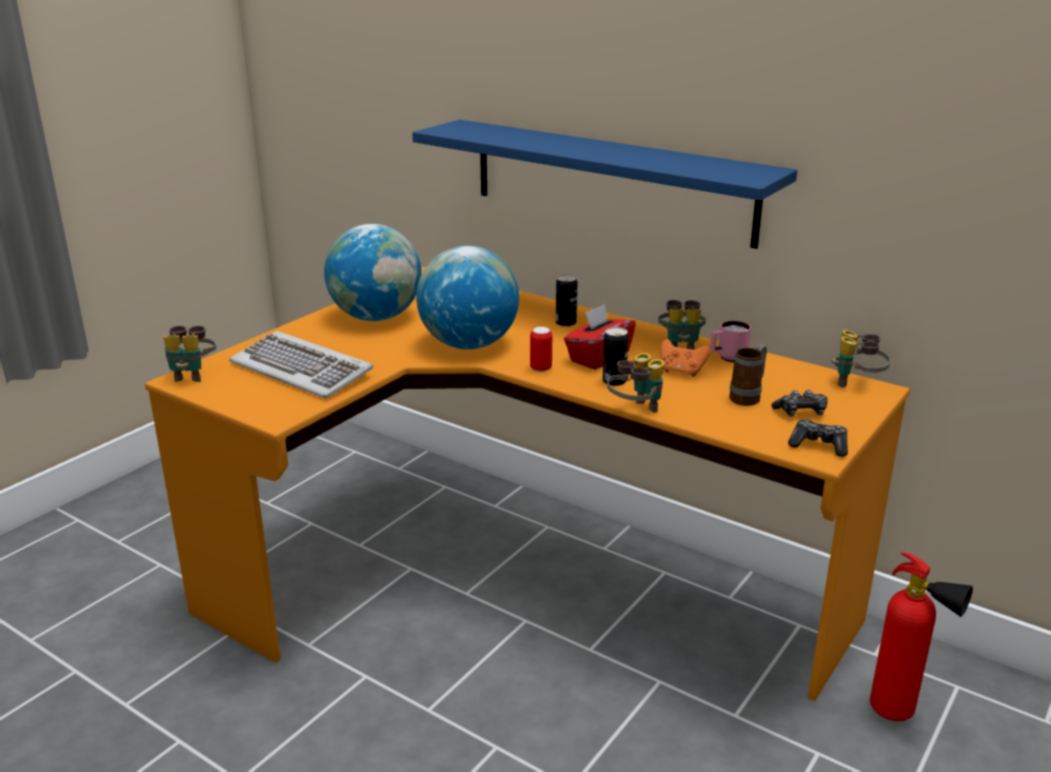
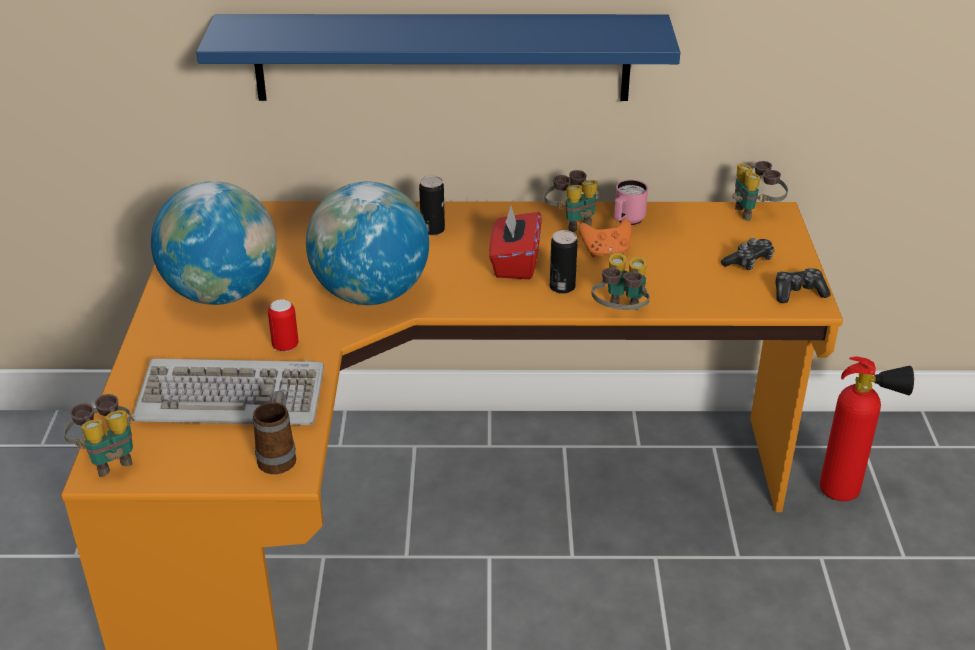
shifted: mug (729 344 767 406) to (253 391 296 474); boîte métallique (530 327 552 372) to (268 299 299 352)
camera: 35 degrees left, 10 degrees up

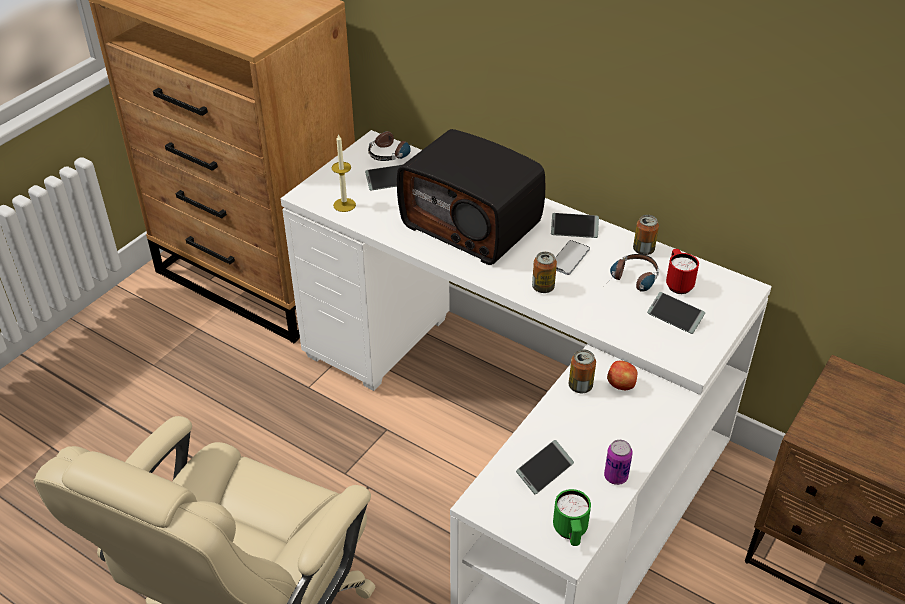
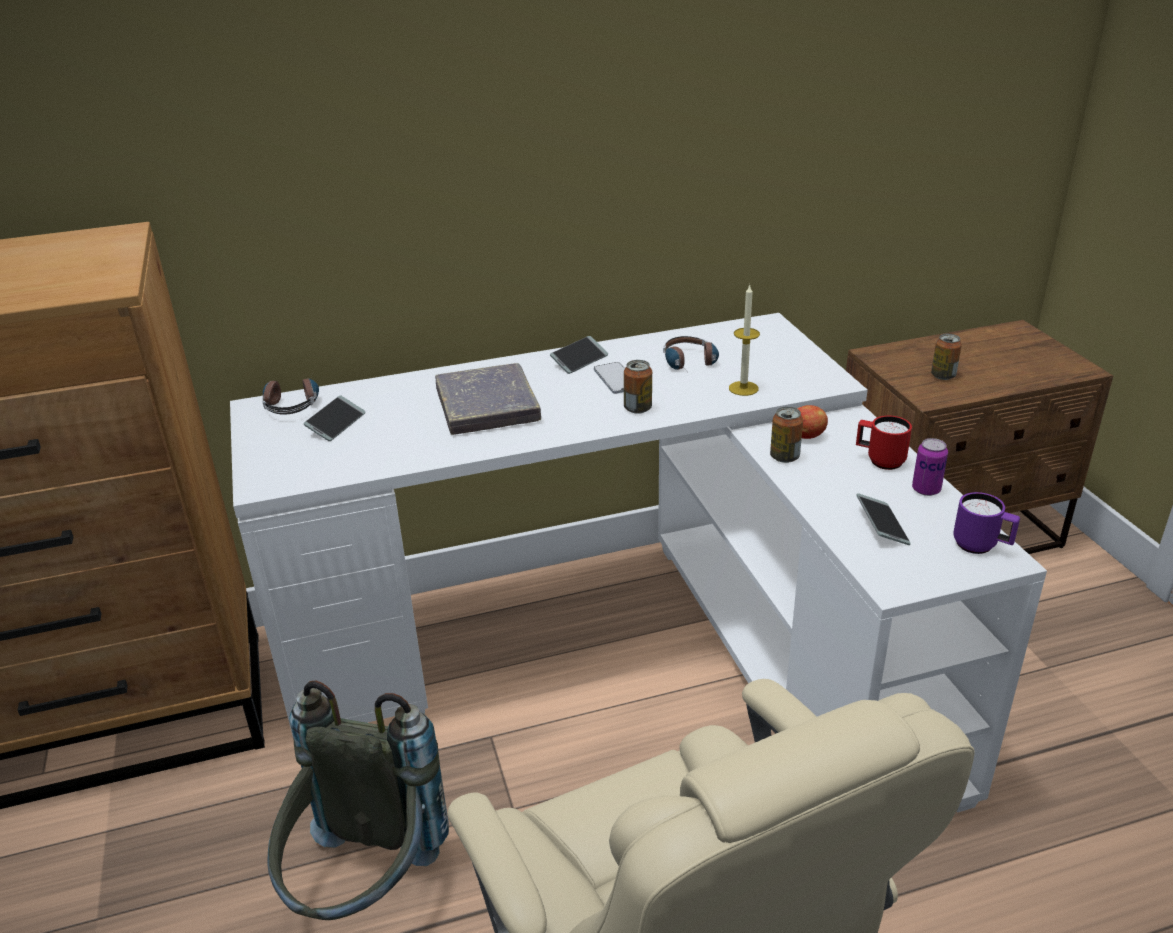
gone: téléphone (647 292 705 334)
new: sac à dos (gris) (267 681 449 920)
shifted: bougie (332 134 356 212) to (729 284 760 396); mug (rouge) (666 249 699 294) to (856 416 912 470); boîte métallique (633 215 659 255) to (931 334 962 380)
swapped: radio (397 129 545 265) to livre (gris) (435 363 541 435)
repainted: mug (vert) (553 489 591 546) to mug (violet) (953 492 1020 554)
camera: 50 degrees left, 10 degrees down

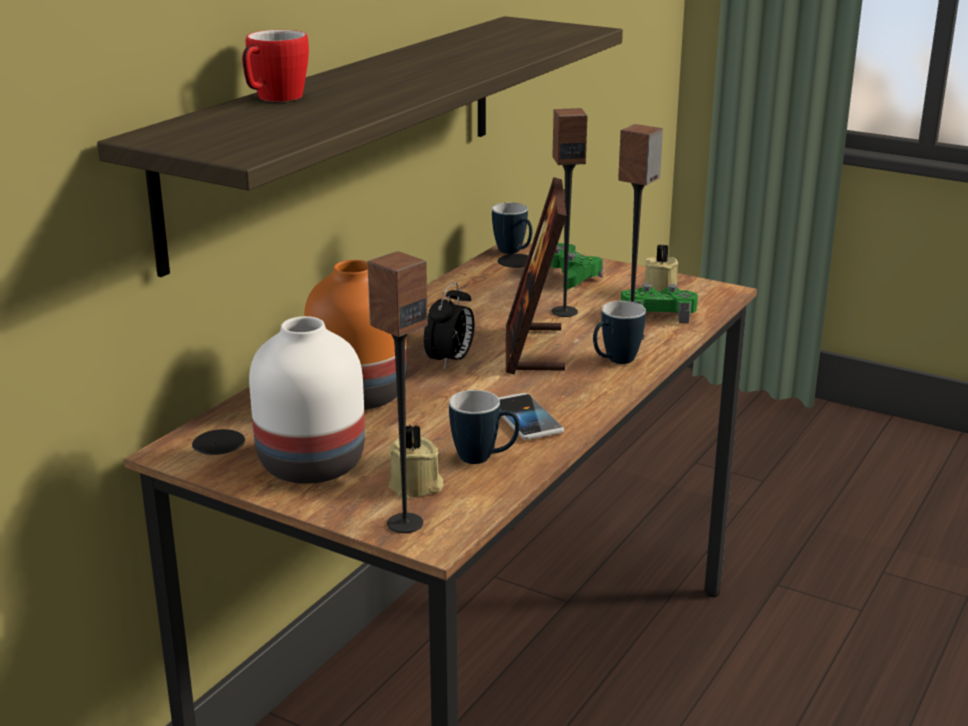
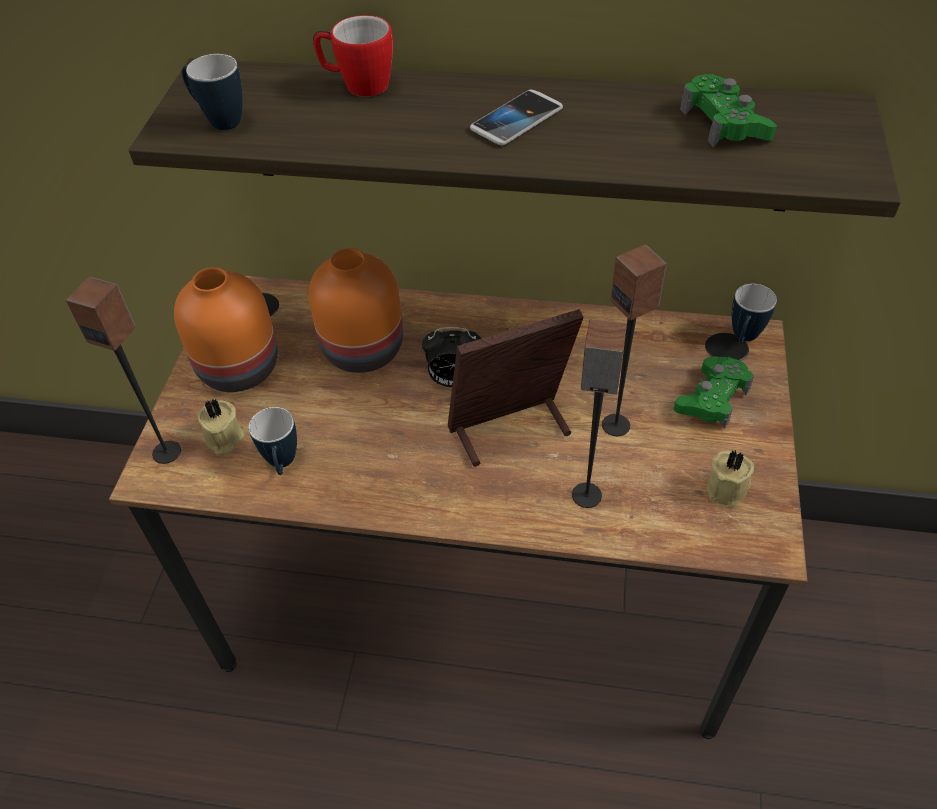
shifted: mug (593 301 646 364) to (182 54 243 130); téléphone (499 393 564 440) to (470 90 563 145); manette (vert) (621 283 698 324) to (680 74 777 147)
repainted: vase (blanc) (249 316 365 484) to vase (orange) (174 267 278 392)
camera: 70 degrees right, 25 degrees up

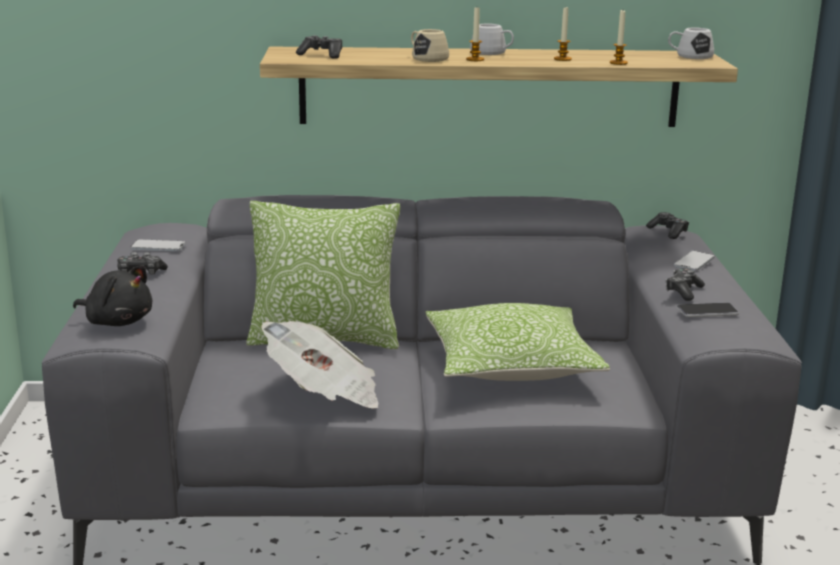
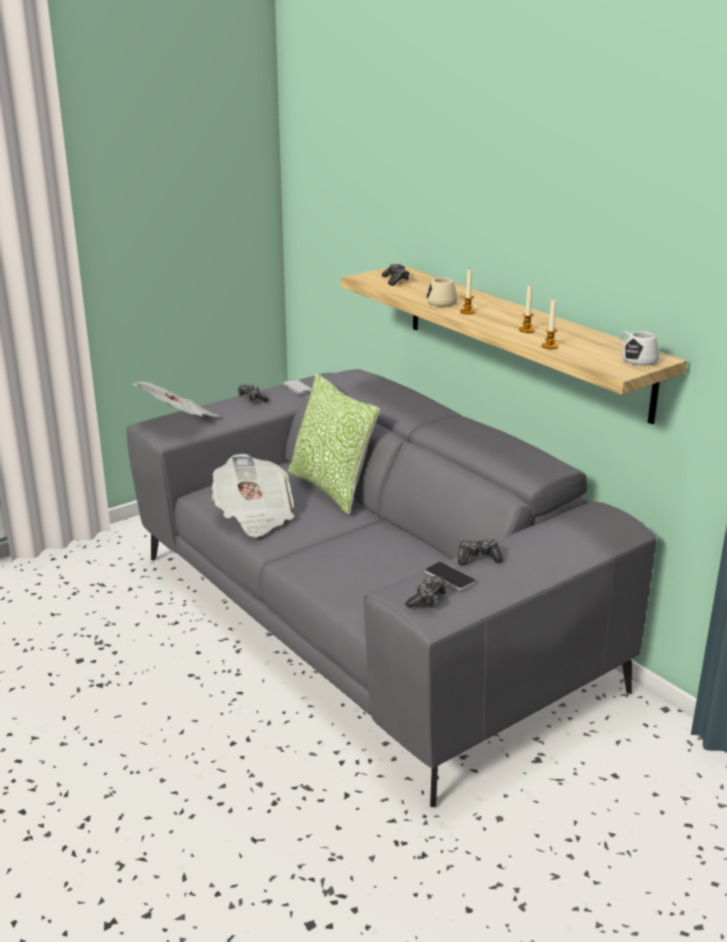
gone: coussin (425 303 610 381); mug (blanc) (470 24 514 55); téléphone (674 251 715 271)
shifted: manette (646 212 689 239) to (405 576 448 608)
swapped: peluche (noir) (73 265 152 326) to journal (133 382 220 417)
camera: 55 degrees right, 5 degrees up

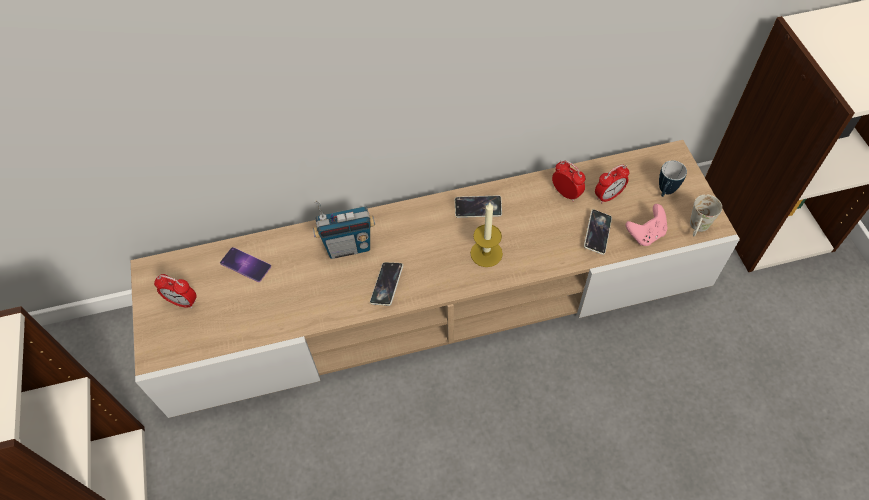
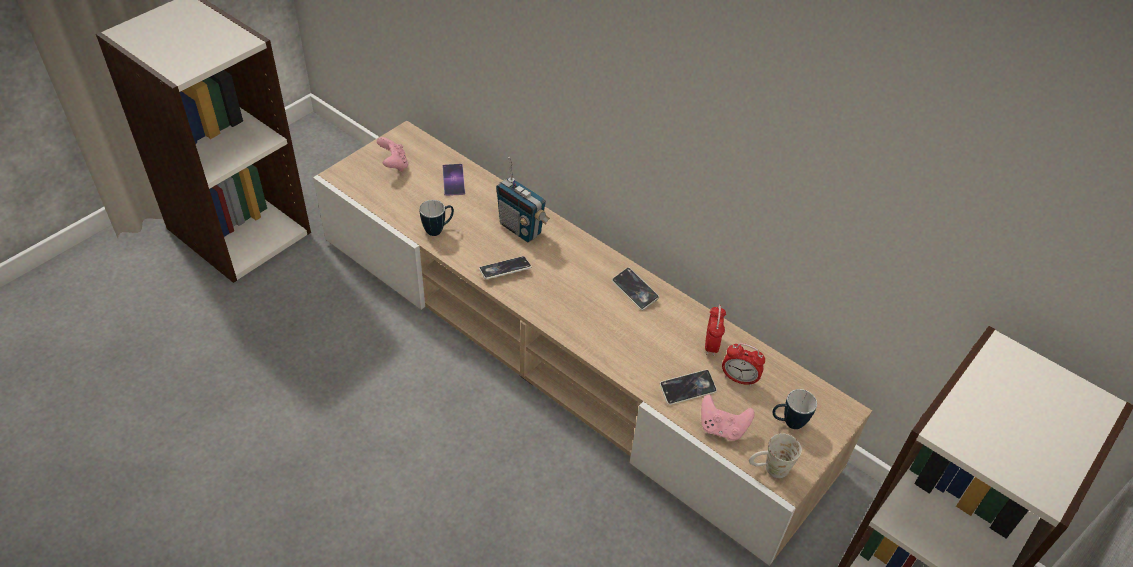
gone: bougie (470 203 503 267)
new: mug (419 200 454 236)
swapped: réveil (154 274 197 308) to manette (rose) (377 137 408 172)
camera: 50 degrees right, 10 degrees down

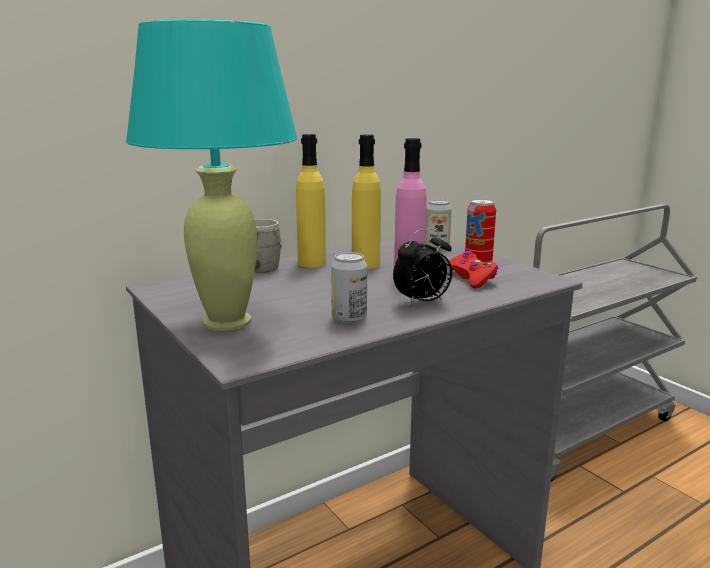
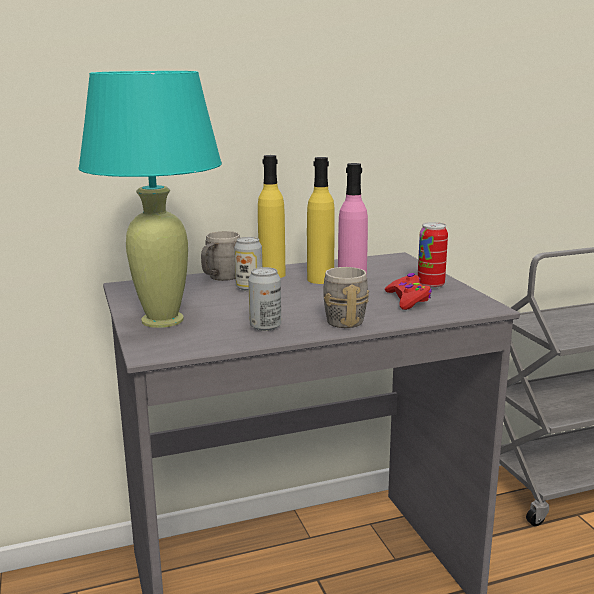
shifted: boîte métallique (425 200 452 249) to (234 237 262 291)
swapped: réveil (393 228 452 306) to mug (gris) (323 267 369 328)
camera: 15 degrees right, 0 degrees up

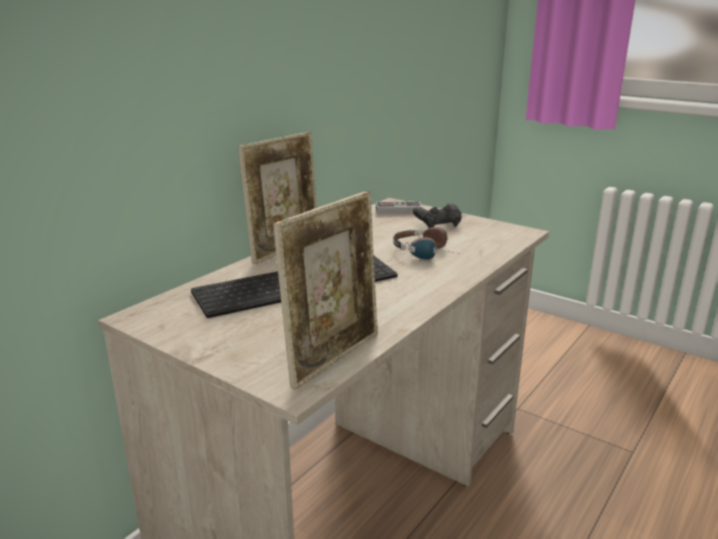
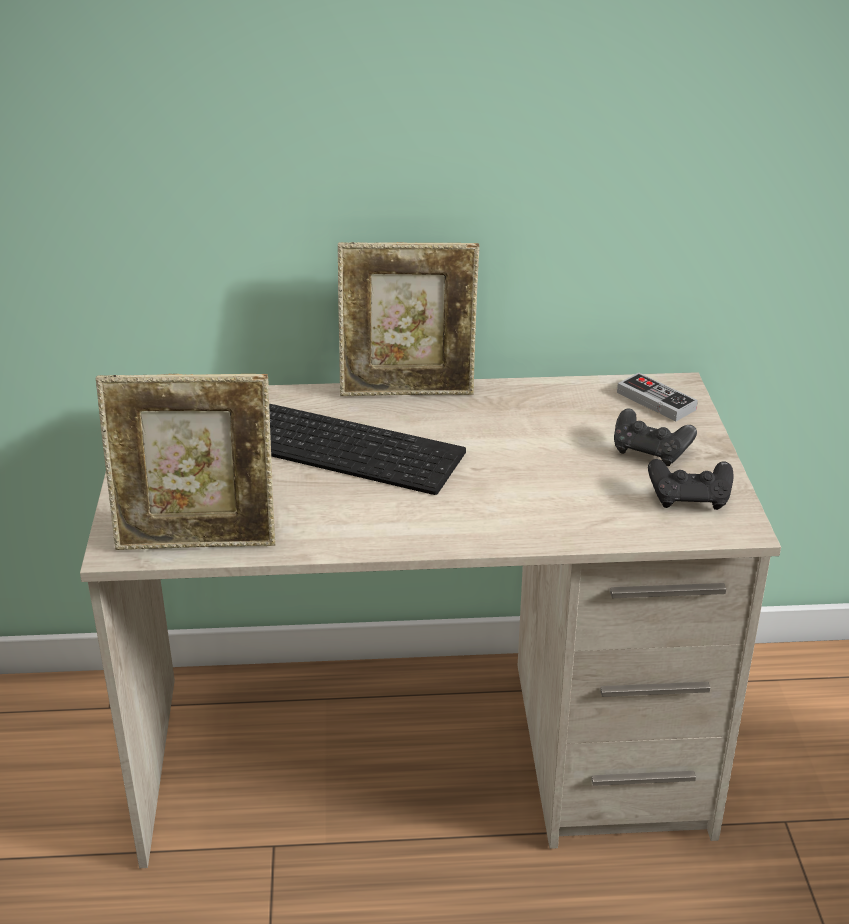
gone: casque audio (393 227 461 260)
new: manette (noir) (648 459 733 510)
camera: 50 degrees right, 10 degrees up

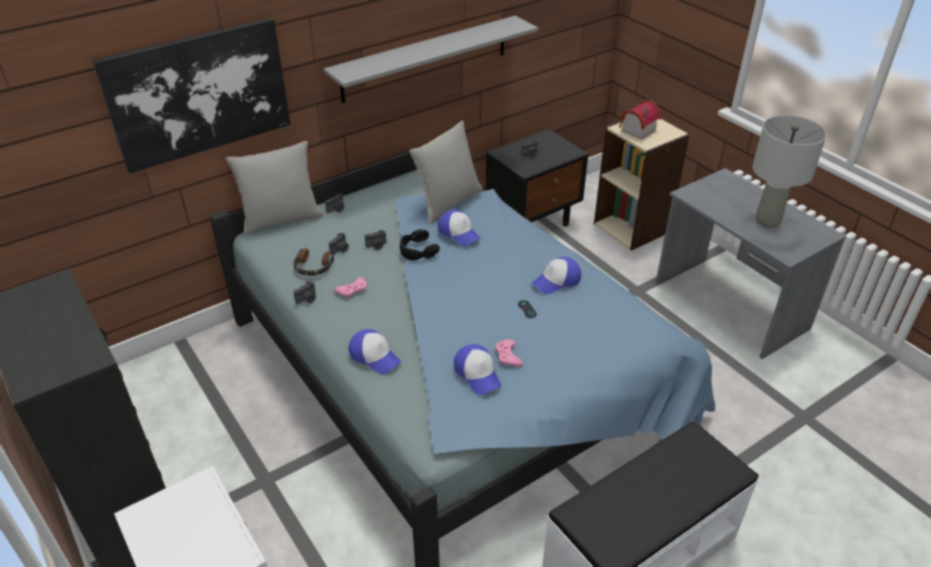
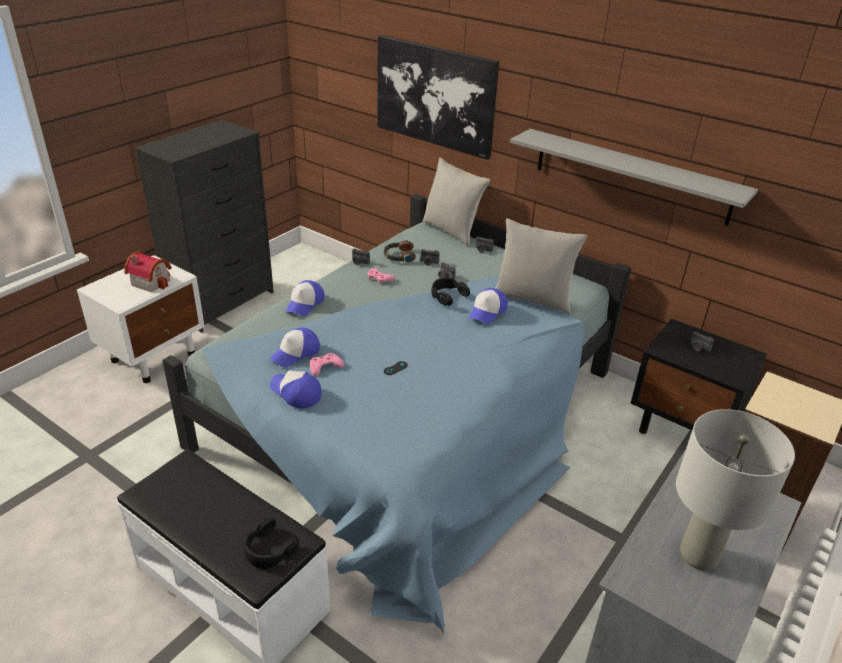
new: casque audio (noir) (243 518 299 569)
shifted: maison miniature (619 100 661 140) to (124 252 172 292); casquette (532 257 581 294) to (270 370 321 408)
camera: 70 degrees right, 5 degrees down

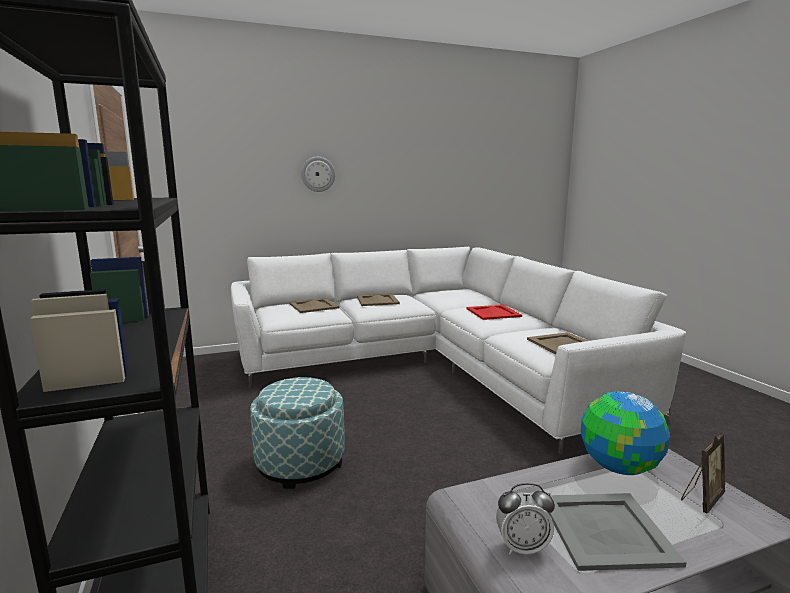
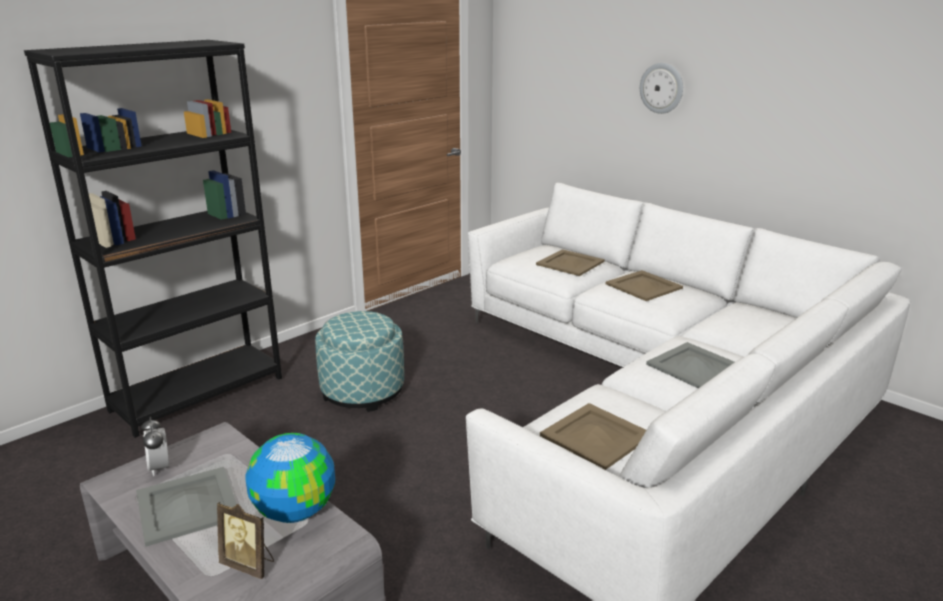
repainted: plateau (rouge) (466 305 522 320) to plateau (gris) (646 342 734 388)
camera: 65 degrees right, 10 degrees up

